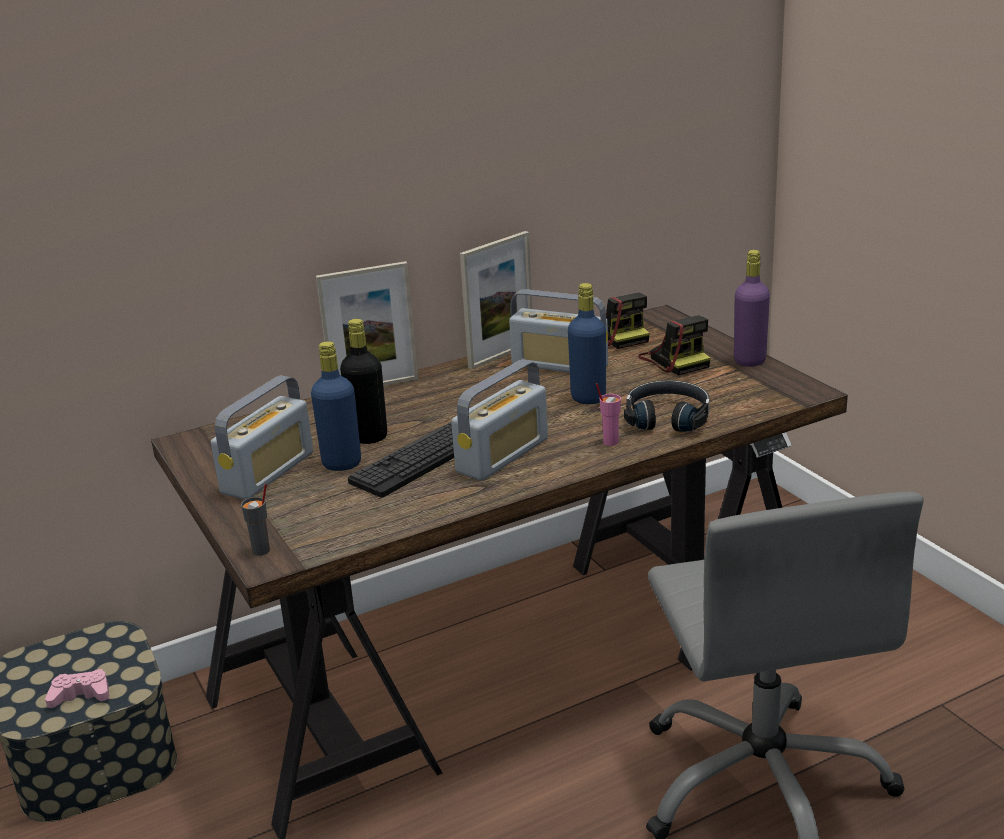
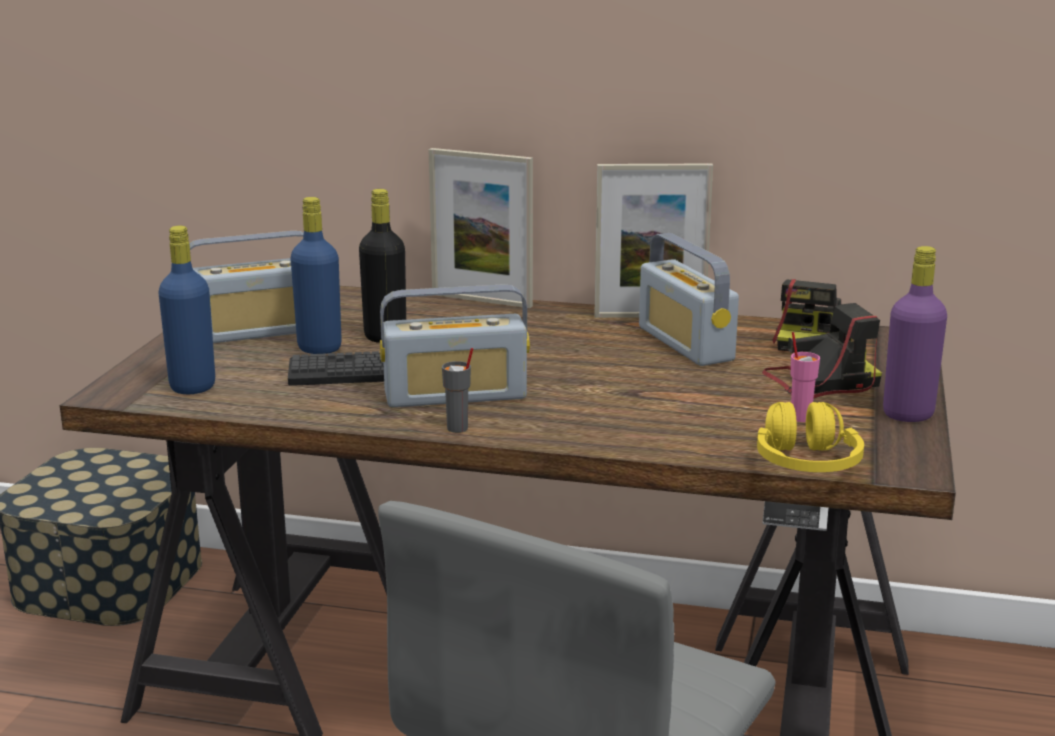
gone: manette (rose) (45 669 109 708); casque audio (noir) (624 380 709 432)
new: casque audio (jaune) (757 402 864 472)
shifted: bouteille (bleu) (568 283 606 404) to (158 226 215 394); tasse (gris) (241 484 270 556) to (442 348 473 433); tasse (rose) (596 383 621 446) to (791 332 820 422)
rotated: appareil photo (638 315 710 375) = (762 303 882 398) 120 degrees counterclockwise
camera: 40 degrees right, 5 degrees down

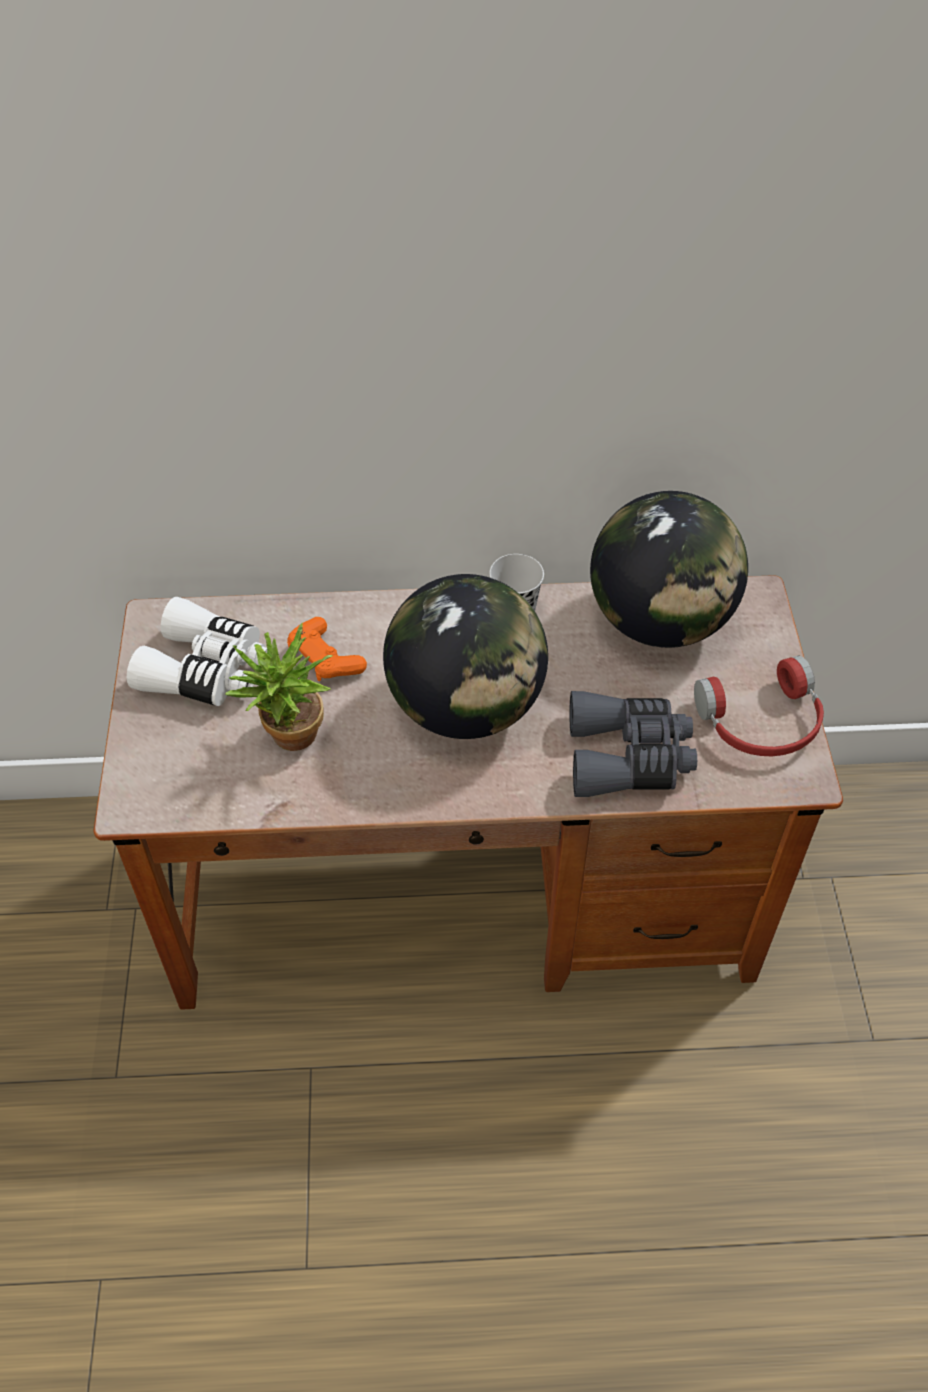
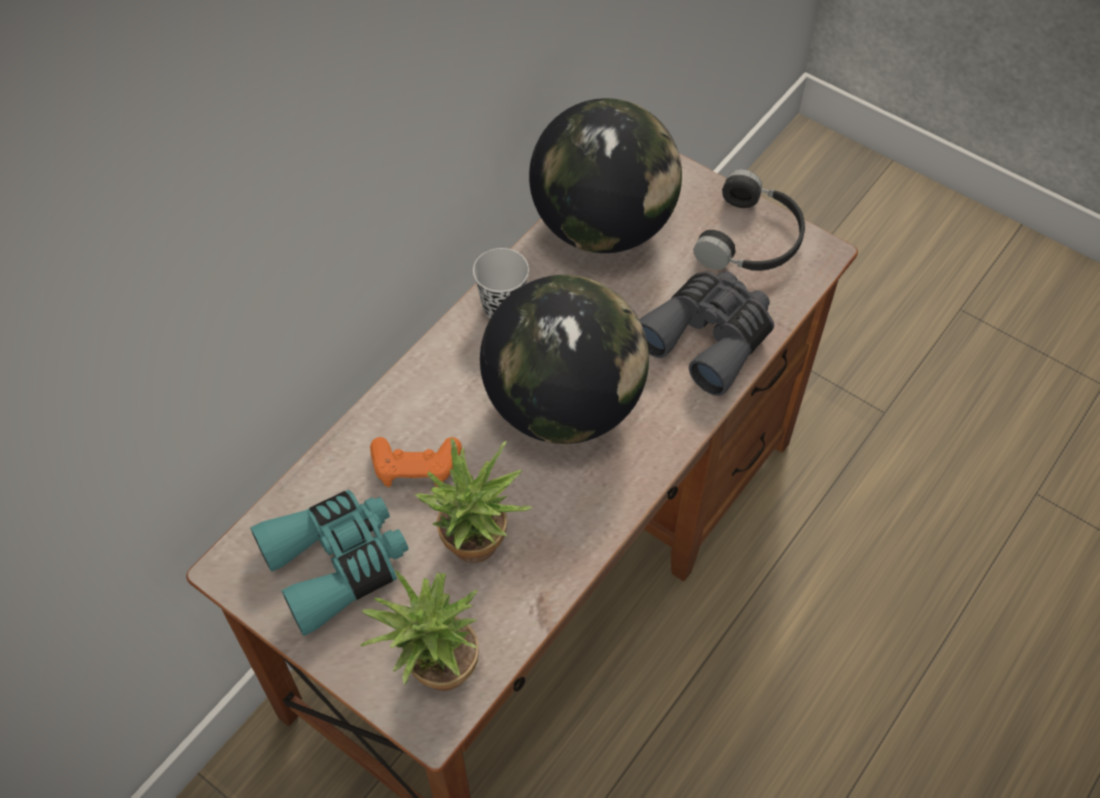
new: plante en pot (360 570 479 691)
repainted: jumelles (blanc) (127 597 267 706) to jumelles (turquoise) (250 490 409 636); casque audio (rouge) (694 656 824 756) to casque audio (noir) (693 170 805 271)
camera: 50 degrees left, 5 degrees up

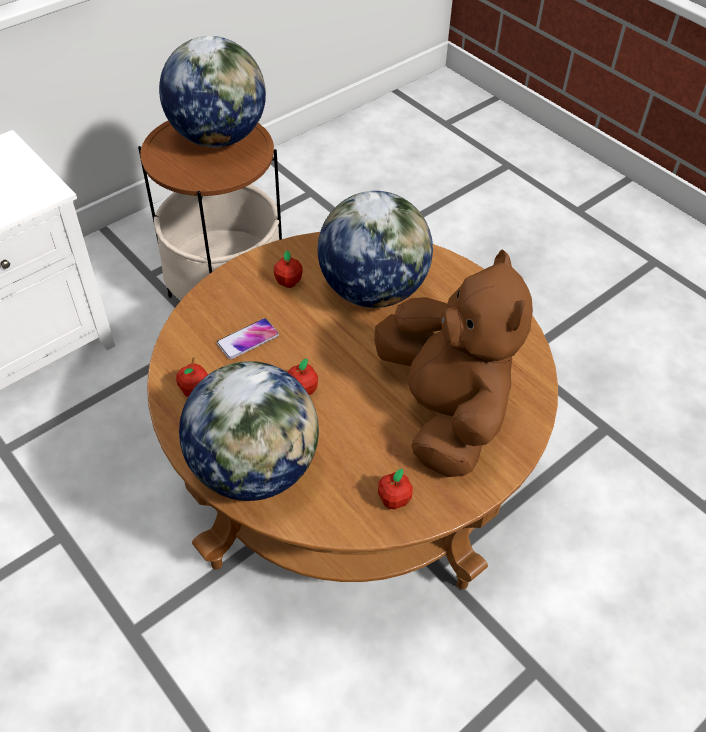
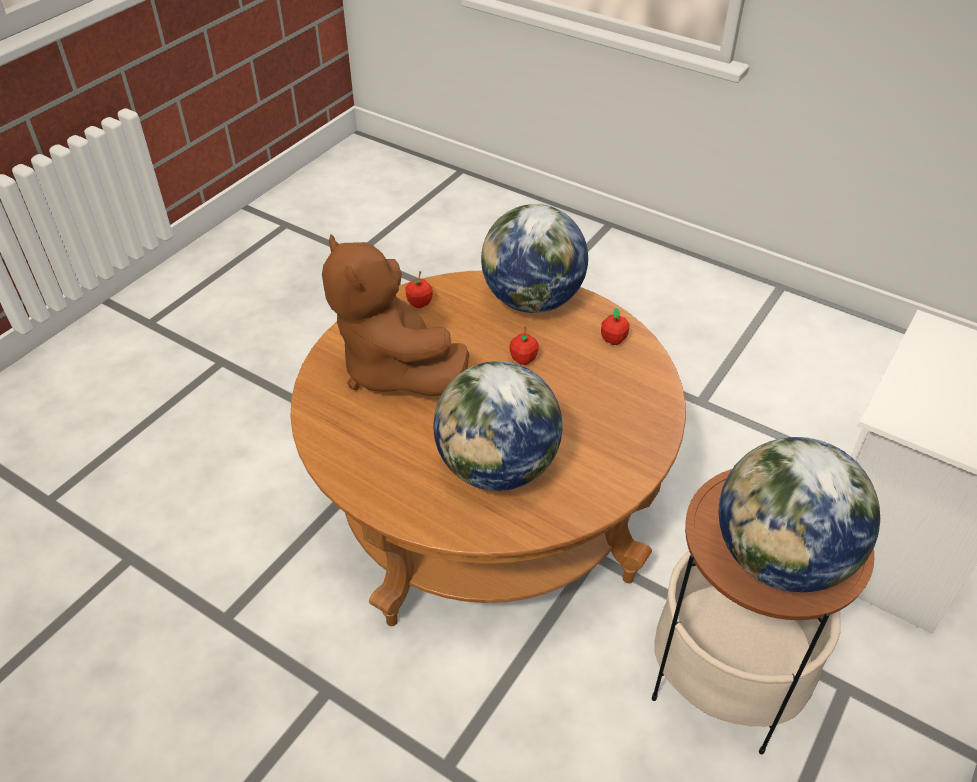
gone: téléphone (217 318 279 359); pomme (274 250 302 288)
camera: 165 degrees right, 5 degrees down

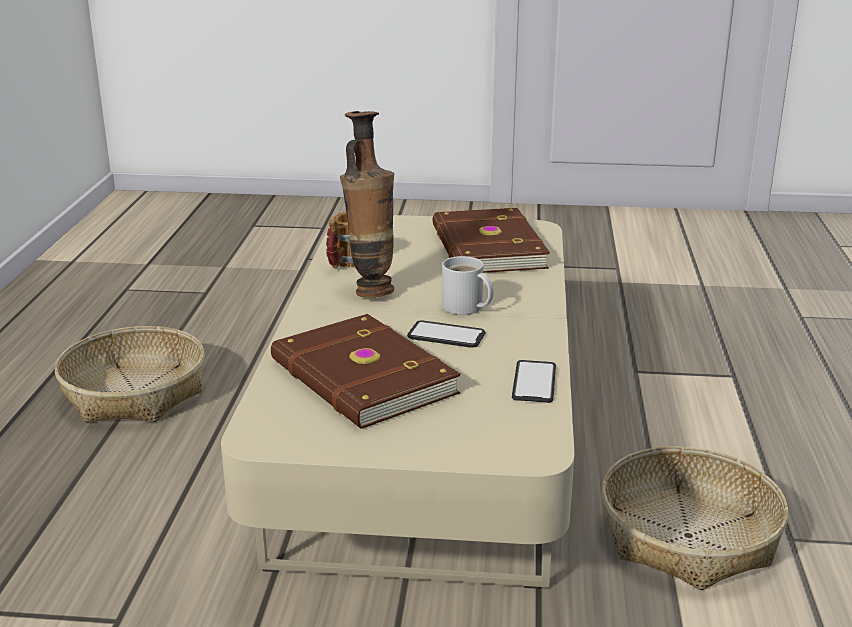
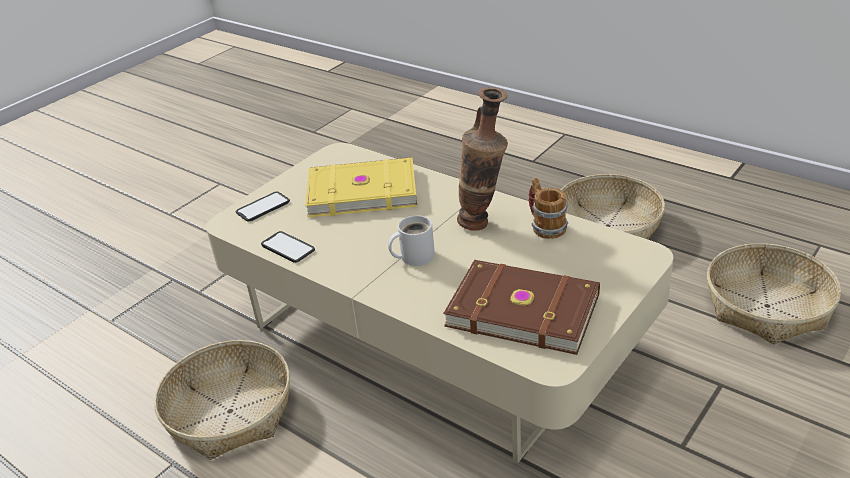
new: panier (707 243 841 344)
shifted: téléphone (407 320 486 348) to (236 192 290 221)
repainted: livre (marron) (271 314 461 429) to livre (jaune) (305 157 417 217)
camera: 125 degrees right, 10 degrees up

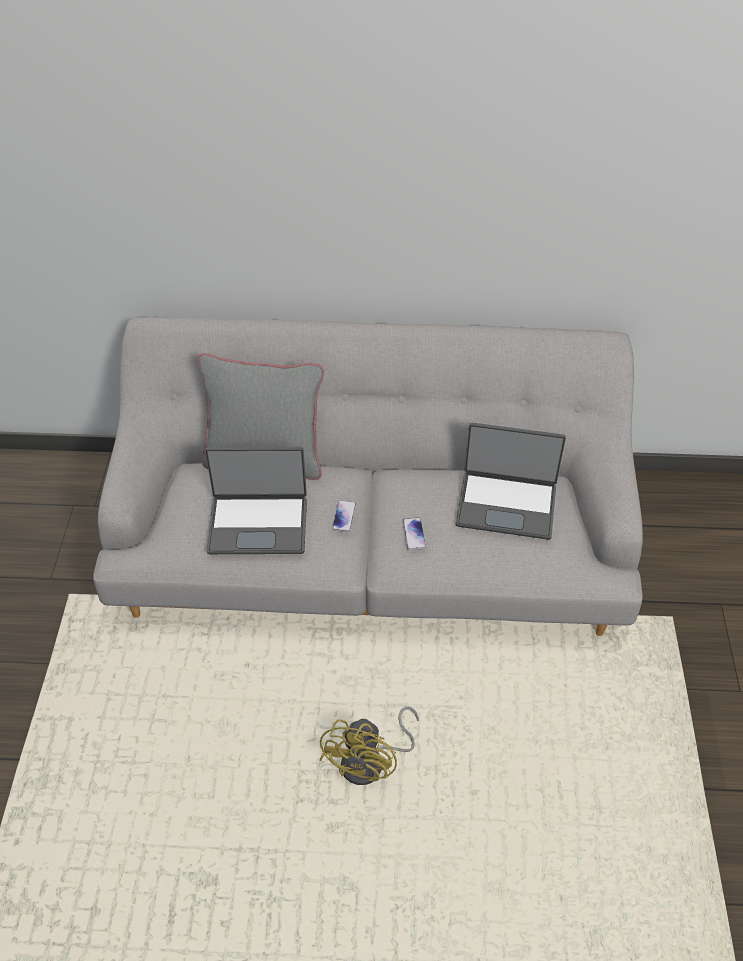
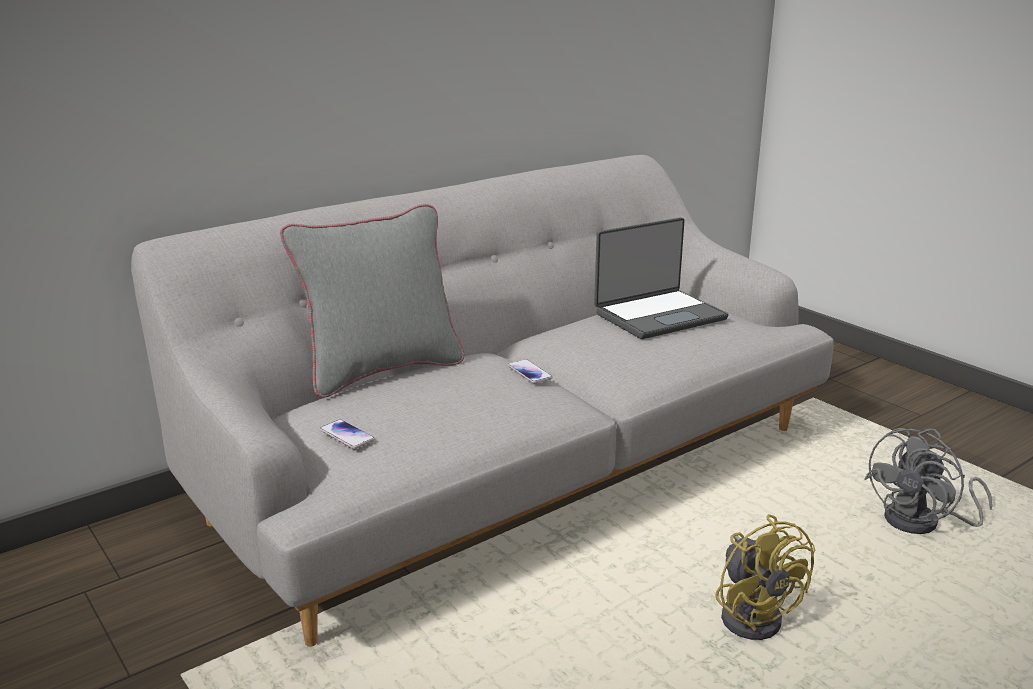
gone: ordinateur portable (205 447 307 554)
new: ventilateur (gris) (864 428 993 534)
shifted: téléphone (403 517 426 550) to (320 419 375 449)
camera: 40 degrees left, 25 degrees down

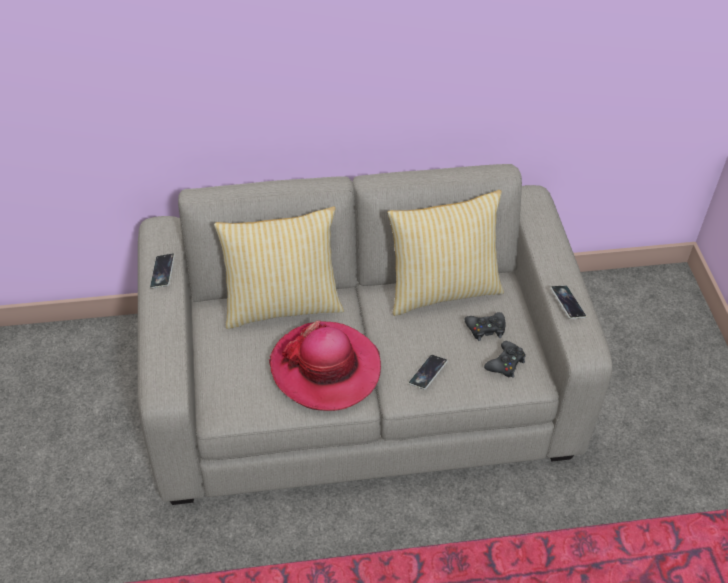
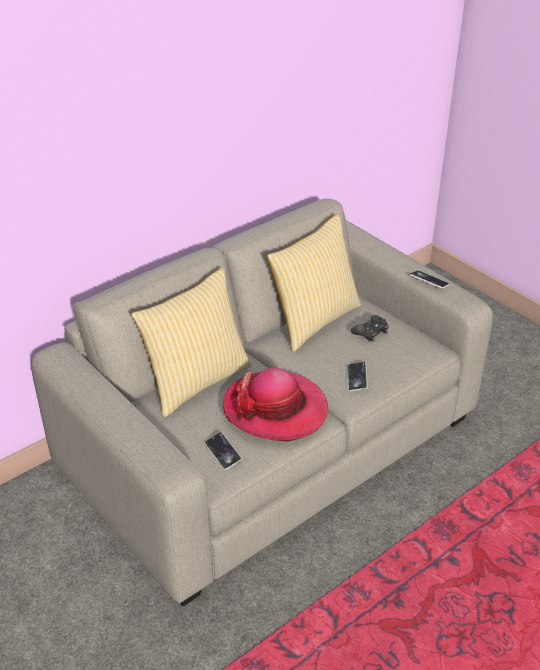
gone: manette (noir) (484 341 526 378)
shifted: téléphone (150 253 175 289) to (205 432 242 470)
camera: 30 degrees left, 10 degrees down

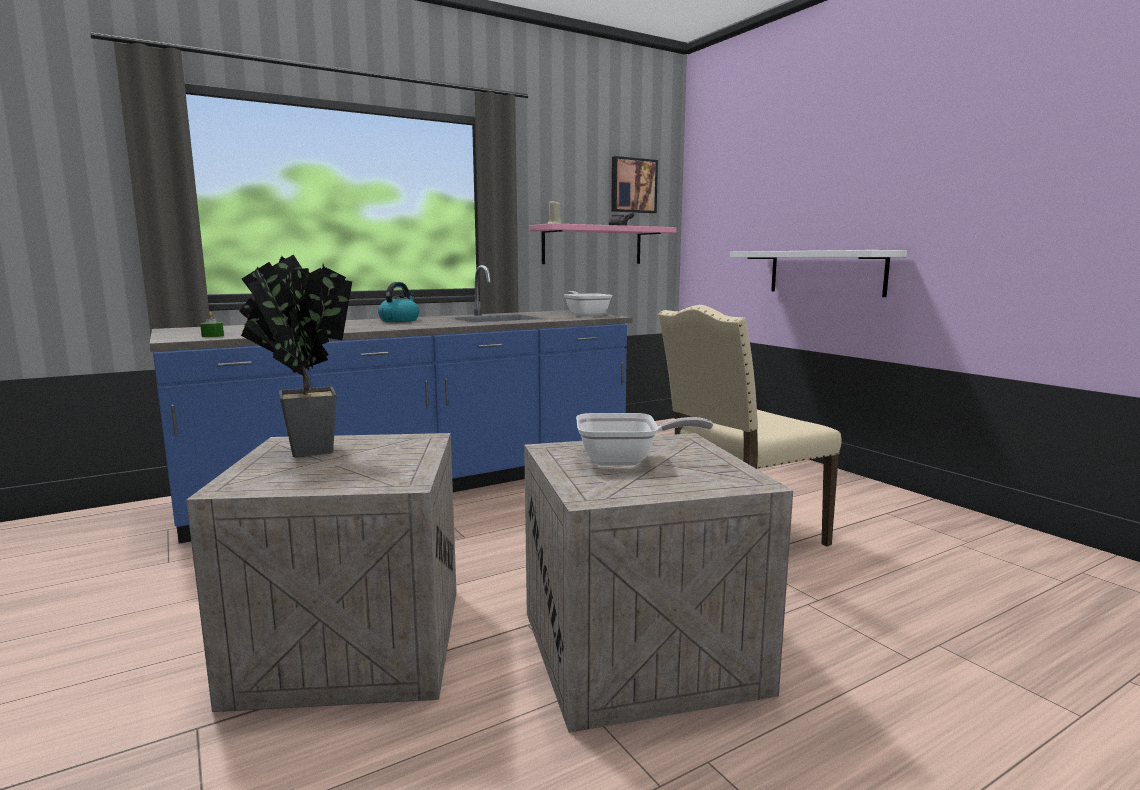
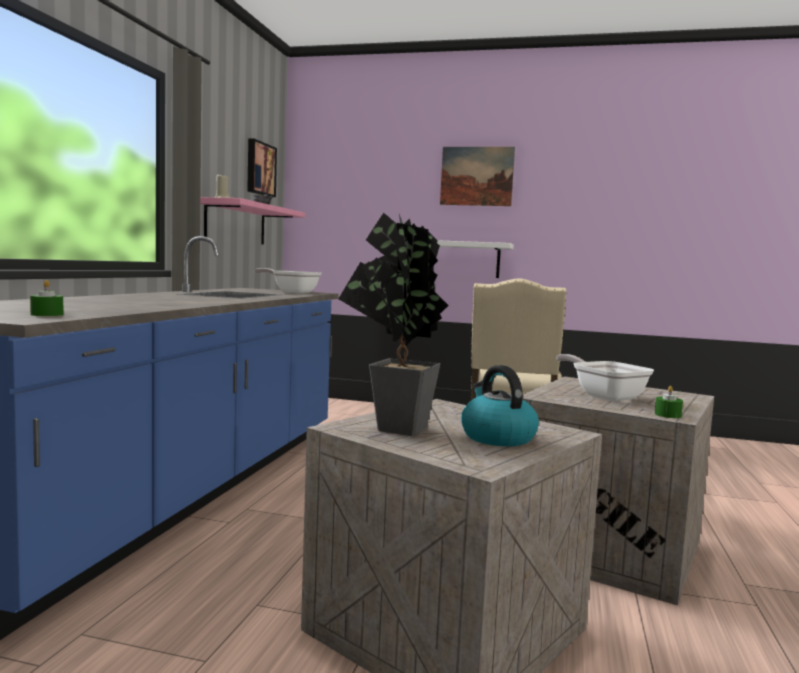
new: tableau (440 147 515 206); bougie (vert) (655 386 683 418)
shifted: bouilloire (378 282 419 322) to (461 365 539 446)
rotated: poêle (576 413 713 466) = (556 354 654 401) 75 degrees counterclockwise
camera: 45 degrees left, 5 degrees down

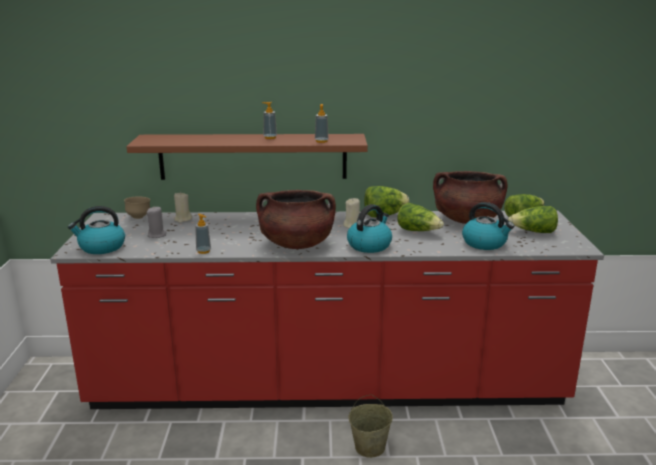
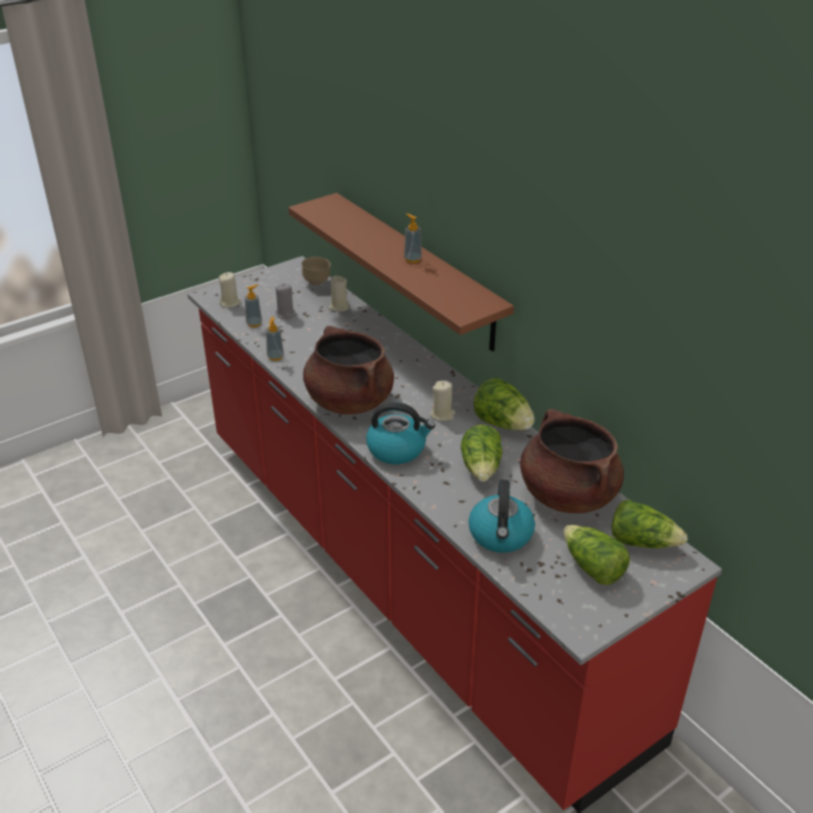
gone: seau (beige) (349 394 393 458)
shifted: distributeur de savon (315 104 329 143) to (245 285 262 327)
swapped: bouilloire (68 206 125 254) to bougie (beige) (219 272 241 308)
camera: 55 degrees right, 15 degrees up

